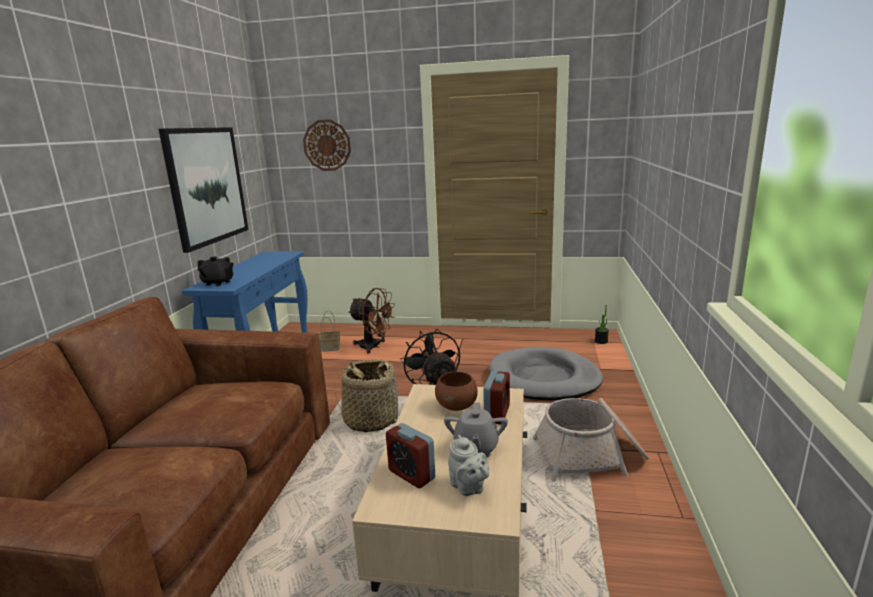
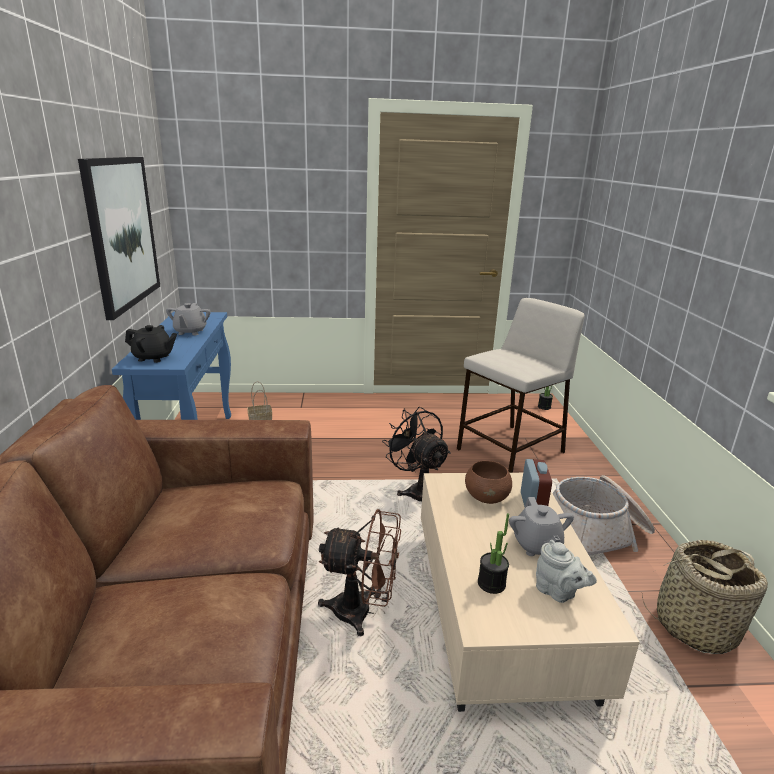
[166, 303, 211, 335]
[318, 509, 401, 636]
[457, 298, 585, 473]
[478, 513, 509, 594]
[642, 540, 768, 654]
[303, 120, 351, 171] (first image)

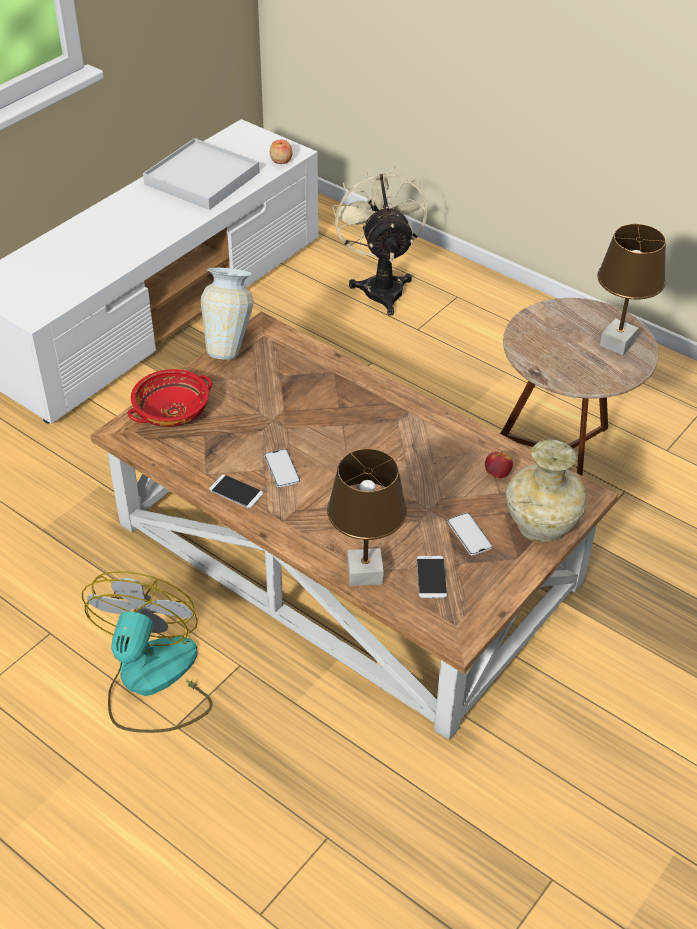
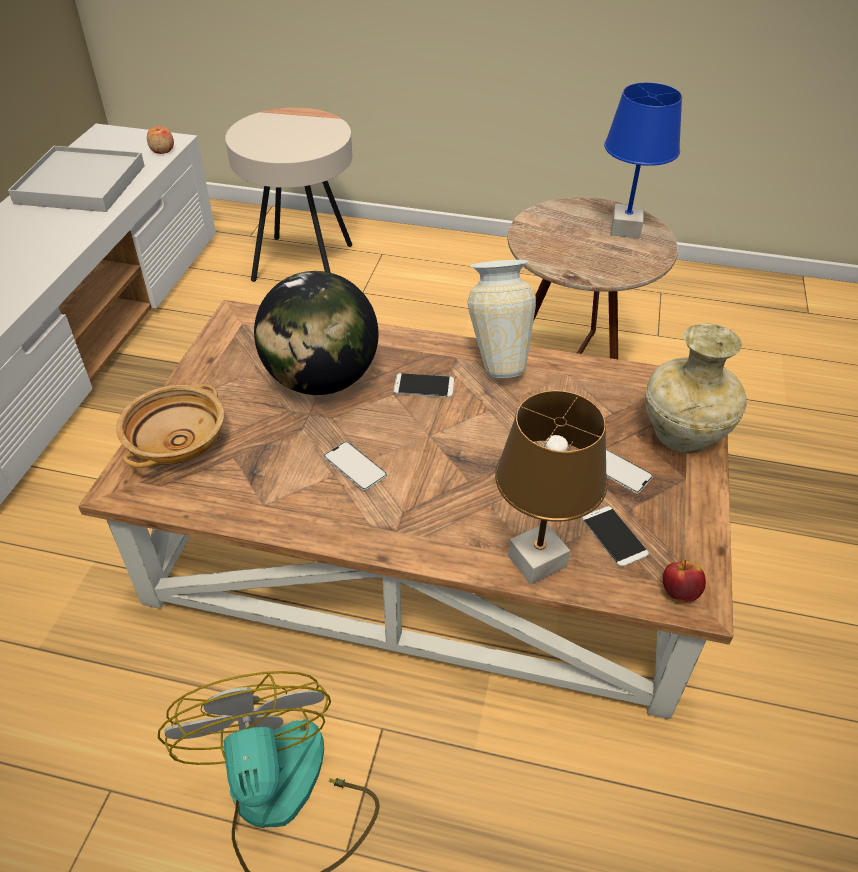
[116, 384, 224, 468]
[225, 108, 352, 282]
[254, 271, 379, 395]
[394, 373, 454, 398]
[467, 260, 536, 378]
[604, 83, 682, 238]
[663, 560, 706, 602]

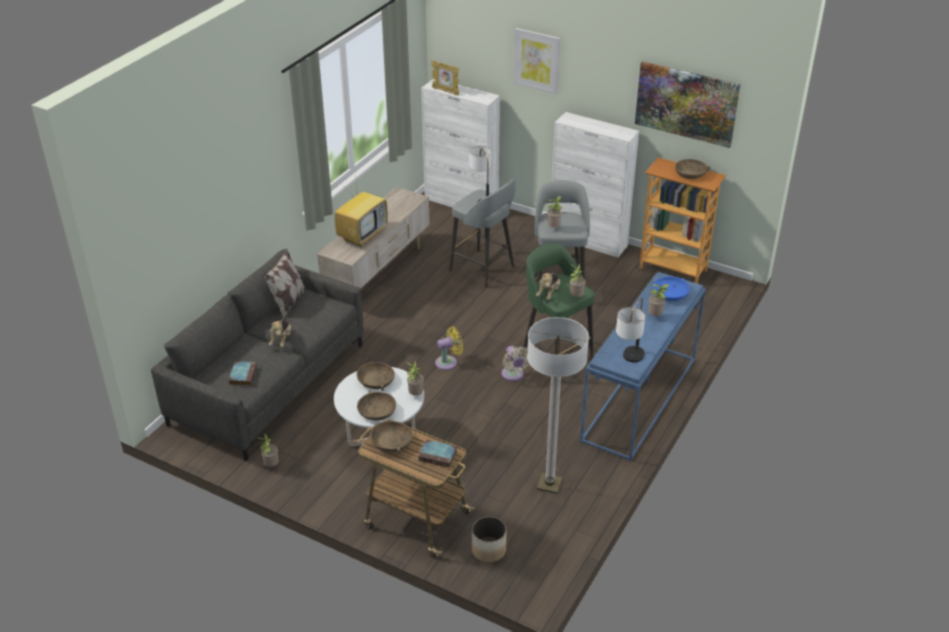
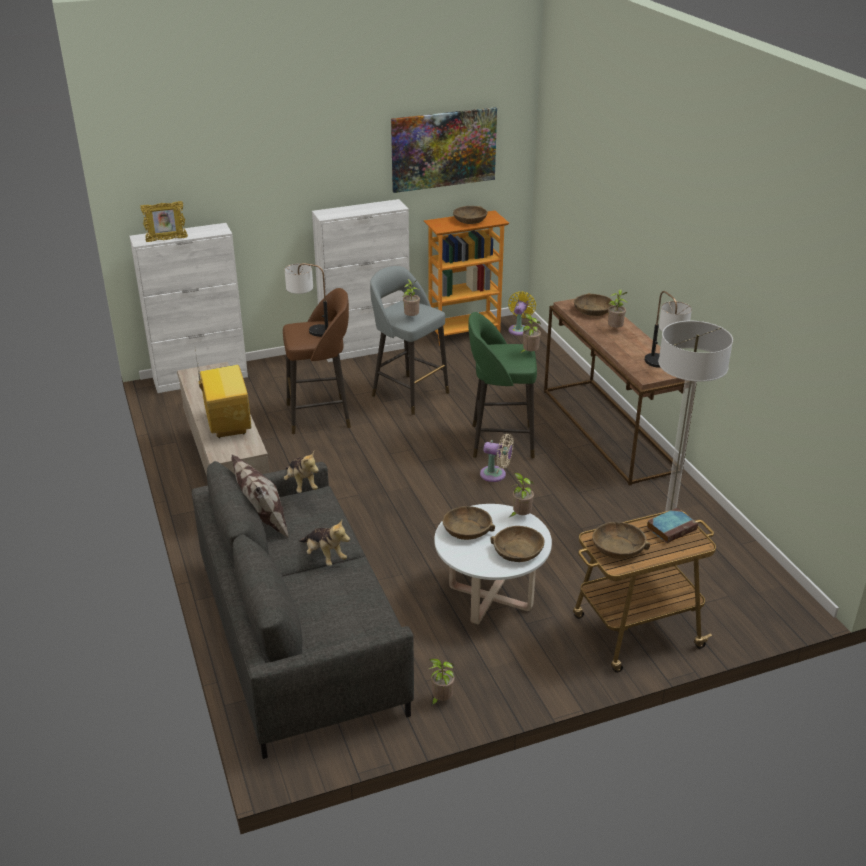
[283, 288, 351, 434]
[284, 452, 319, 493]
[508, 291, 536, 336]
[544, 299, 697, 486]
[574, 293, 613, 316]
[229, 361, 257, 386] (first image)
[472, 516, 506, 562] (first image)
[514, 28, 560, 94] (first image)

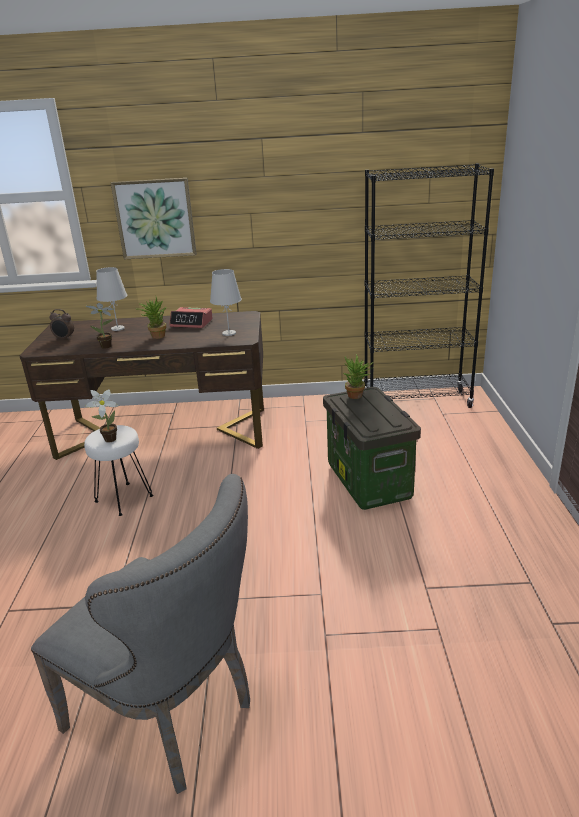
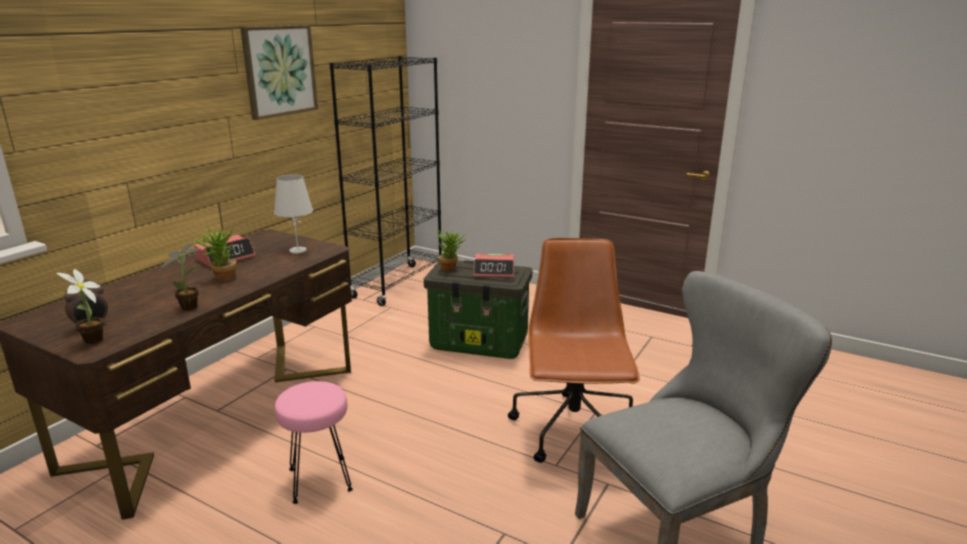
[57, 269, 104, 344]
[240, 25, 318, 120]
[275, 381, 353, 504]
[474, 254, 514, 277]
[508, 238, 640, 463]
[96, 267, 127, 331] (first image)

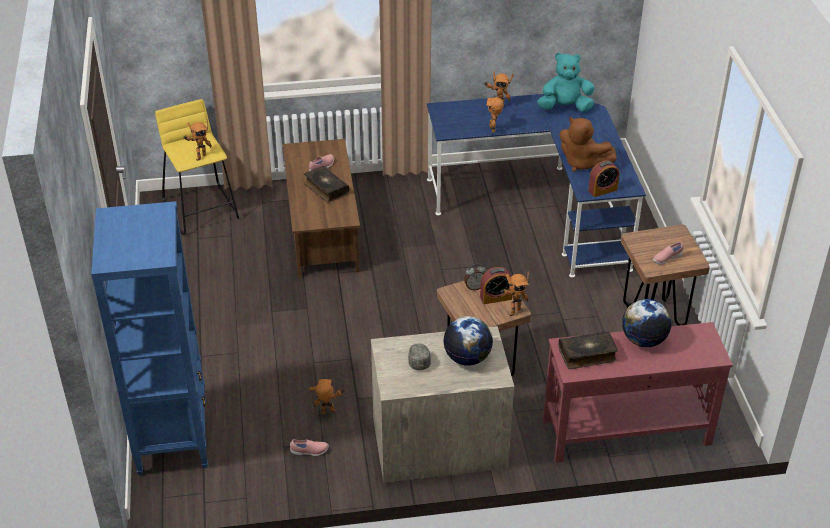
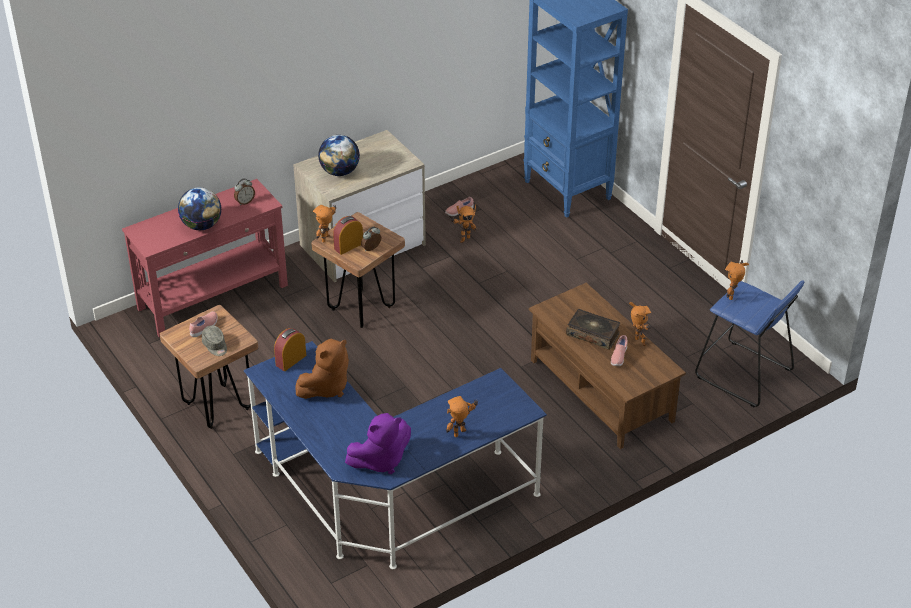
[202, 325, 227, 356]
[234, 178, 255, 206]
[295, 339, 349, 399]
[345, 413, 411, 474]
[629, 302, 651, 346]
[695, 280, 804, 407]

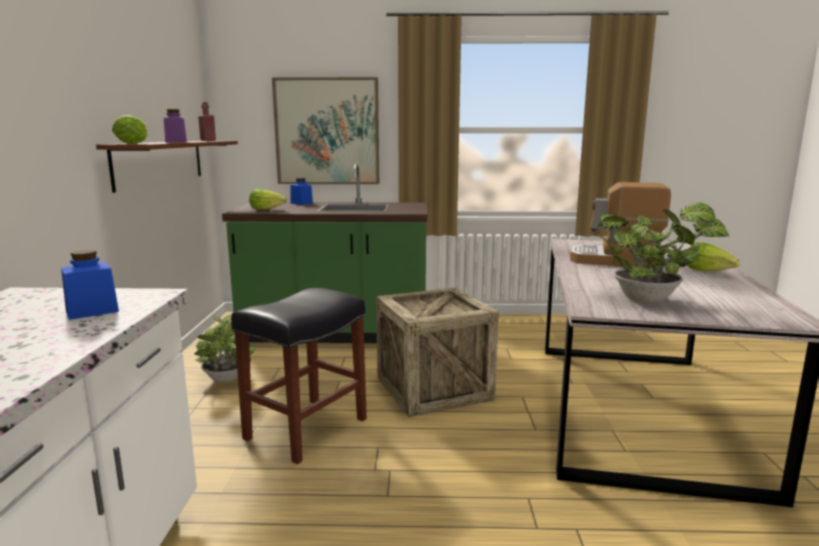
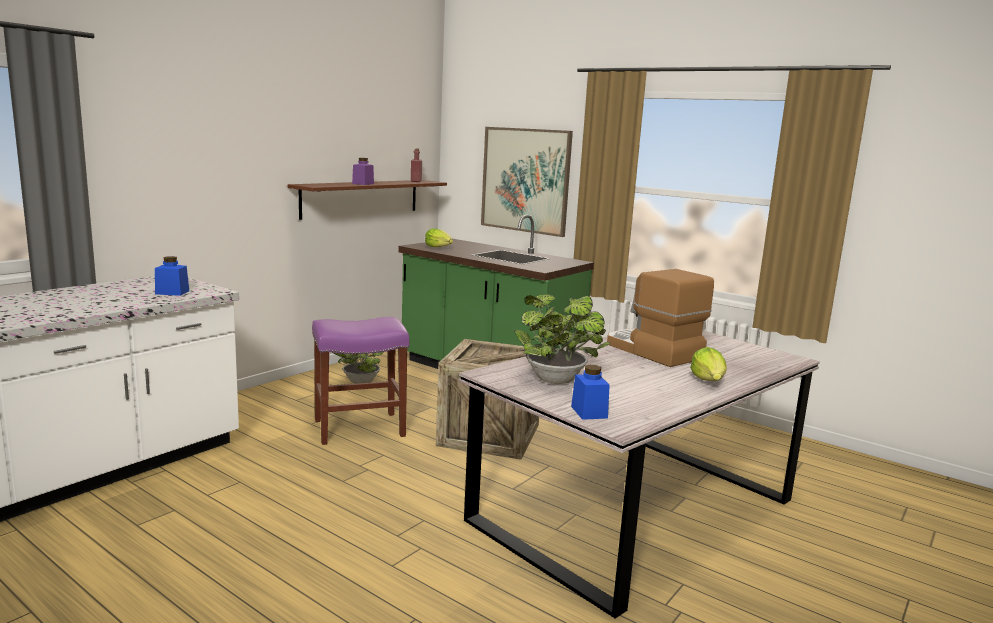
[312, 317, 409, 445]
[571, 365, 610, 420]
[112, 115, 148, 144] (first image)

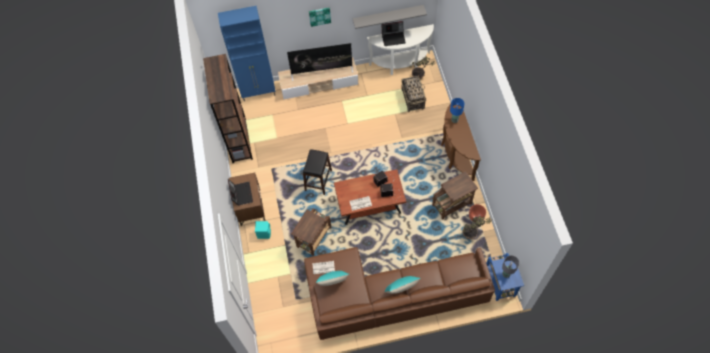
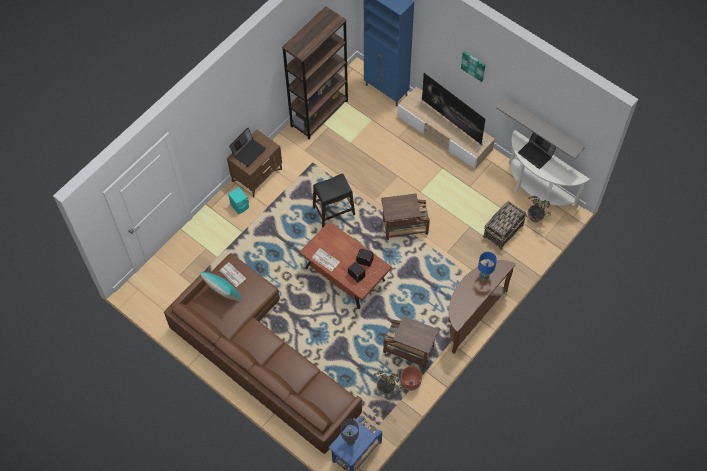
[381, 194, 430, 240]
[385, 276, 420, 294] (first image)

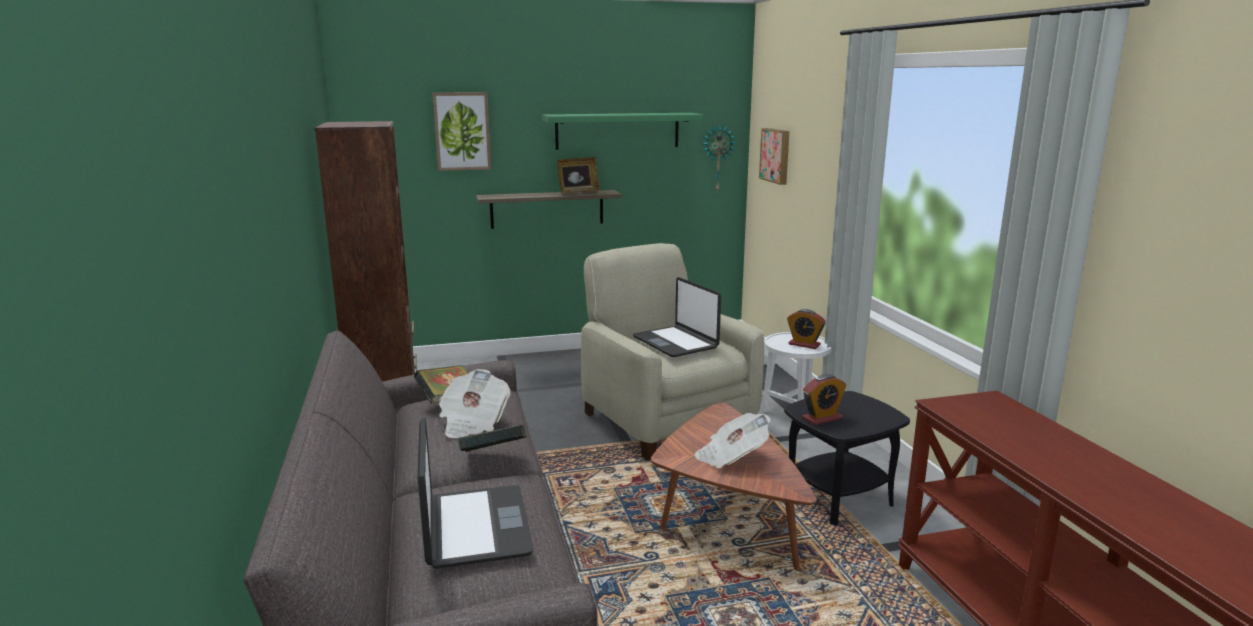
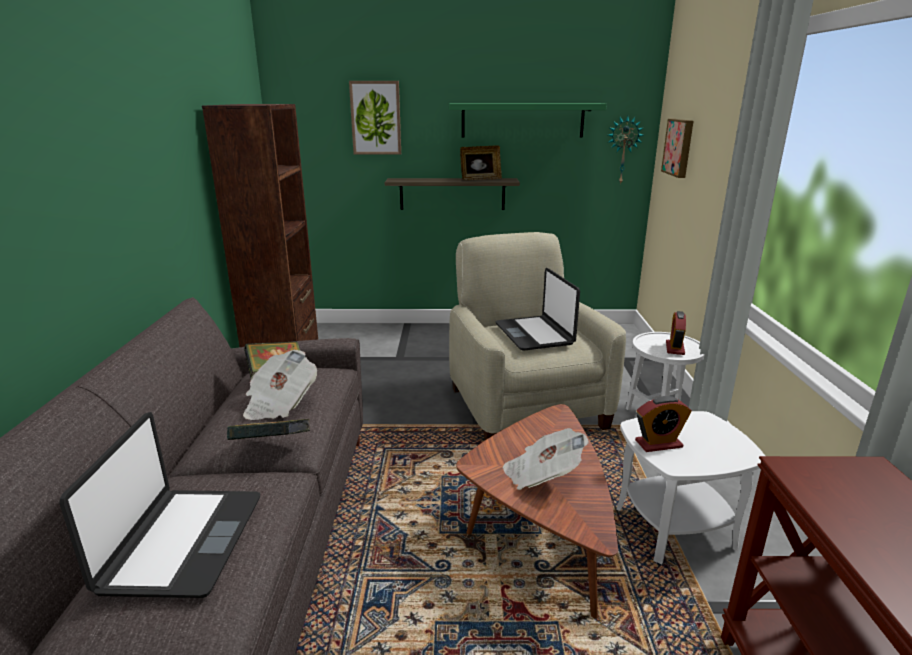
[616, 411, 765, 564]
[666, 311, 686, 355]

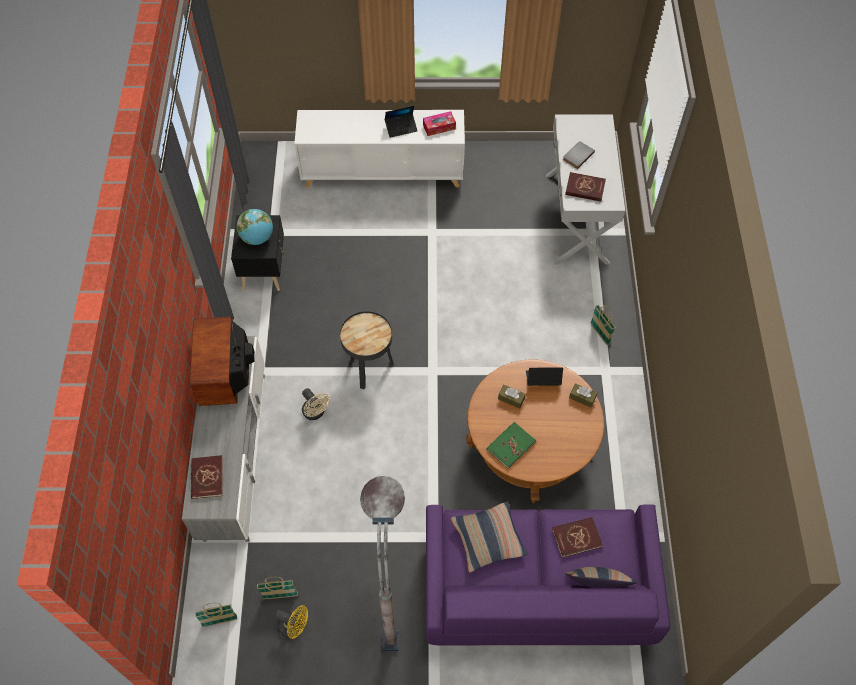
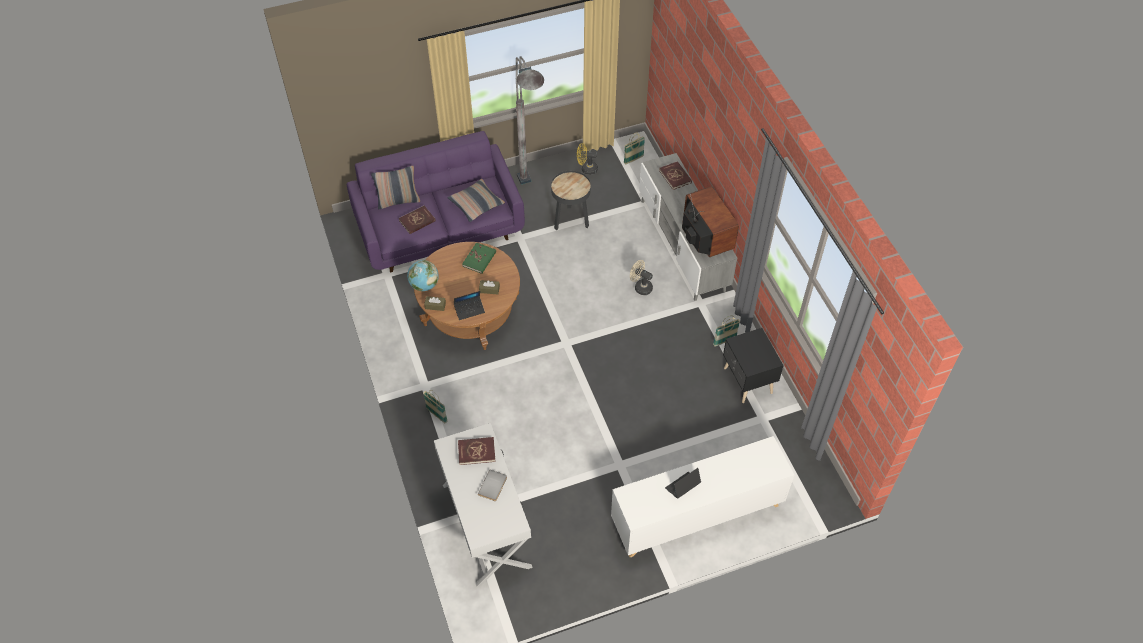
[407, 260, 439, 291]
[551, 170, 591, 230]
[713, 316, 740, 347]
[423, 111, 456, 136] (first image)

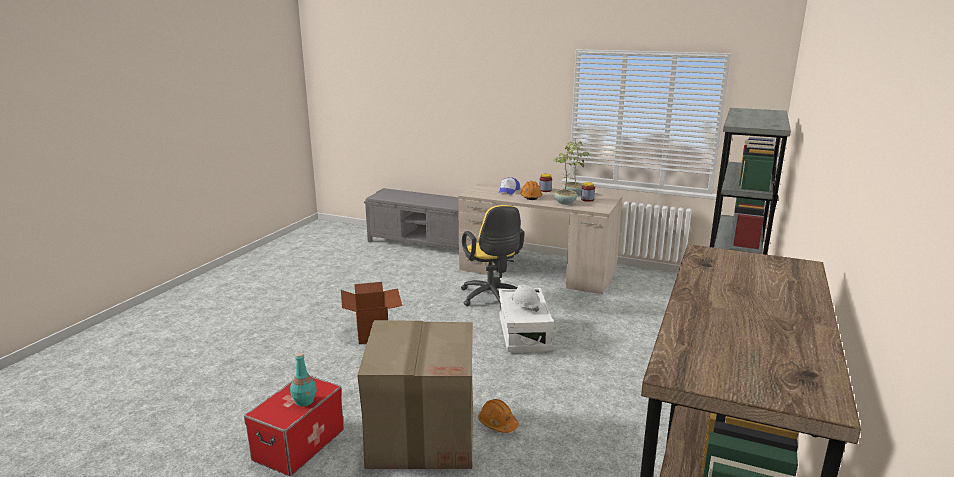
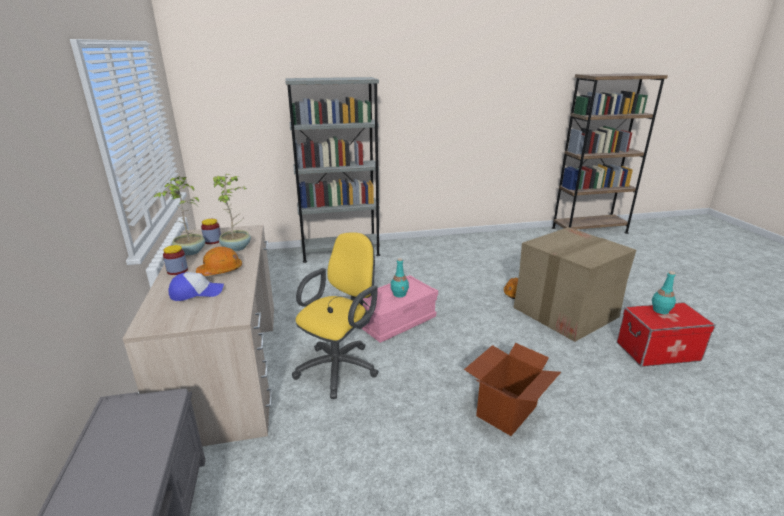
[361, 275, 438, 343]
[391, 258, 409, 297]

